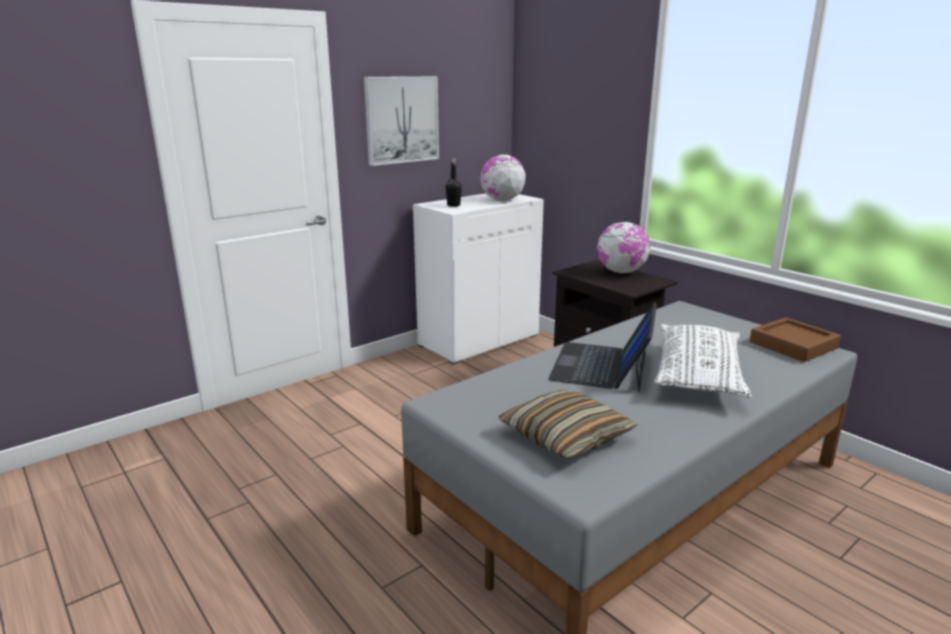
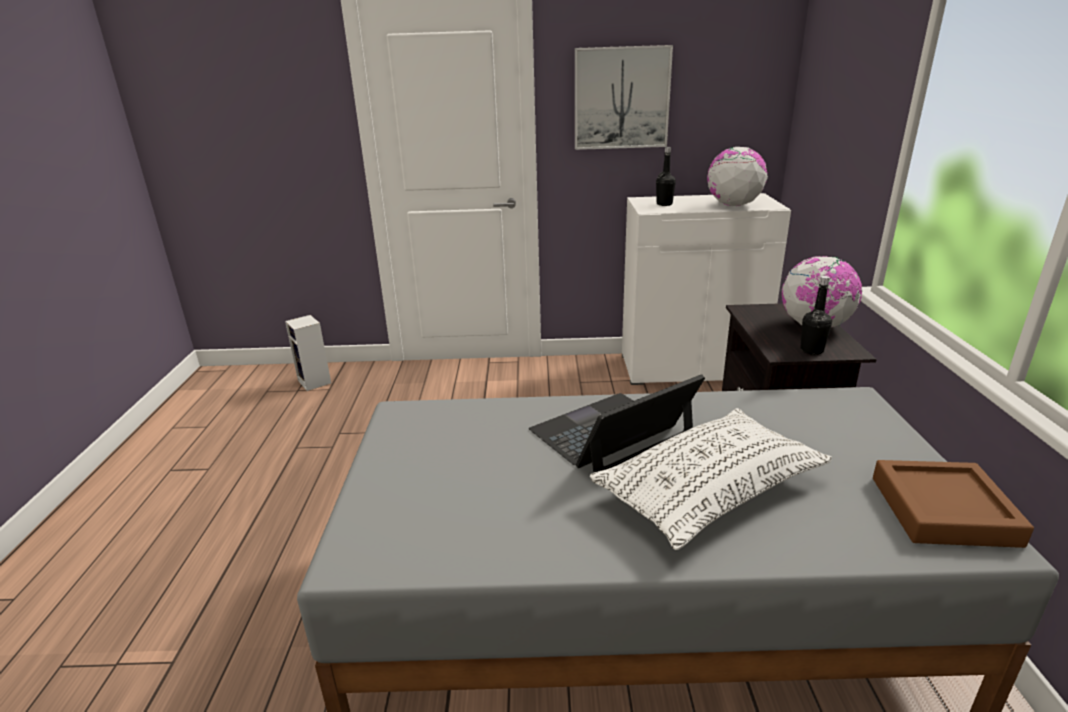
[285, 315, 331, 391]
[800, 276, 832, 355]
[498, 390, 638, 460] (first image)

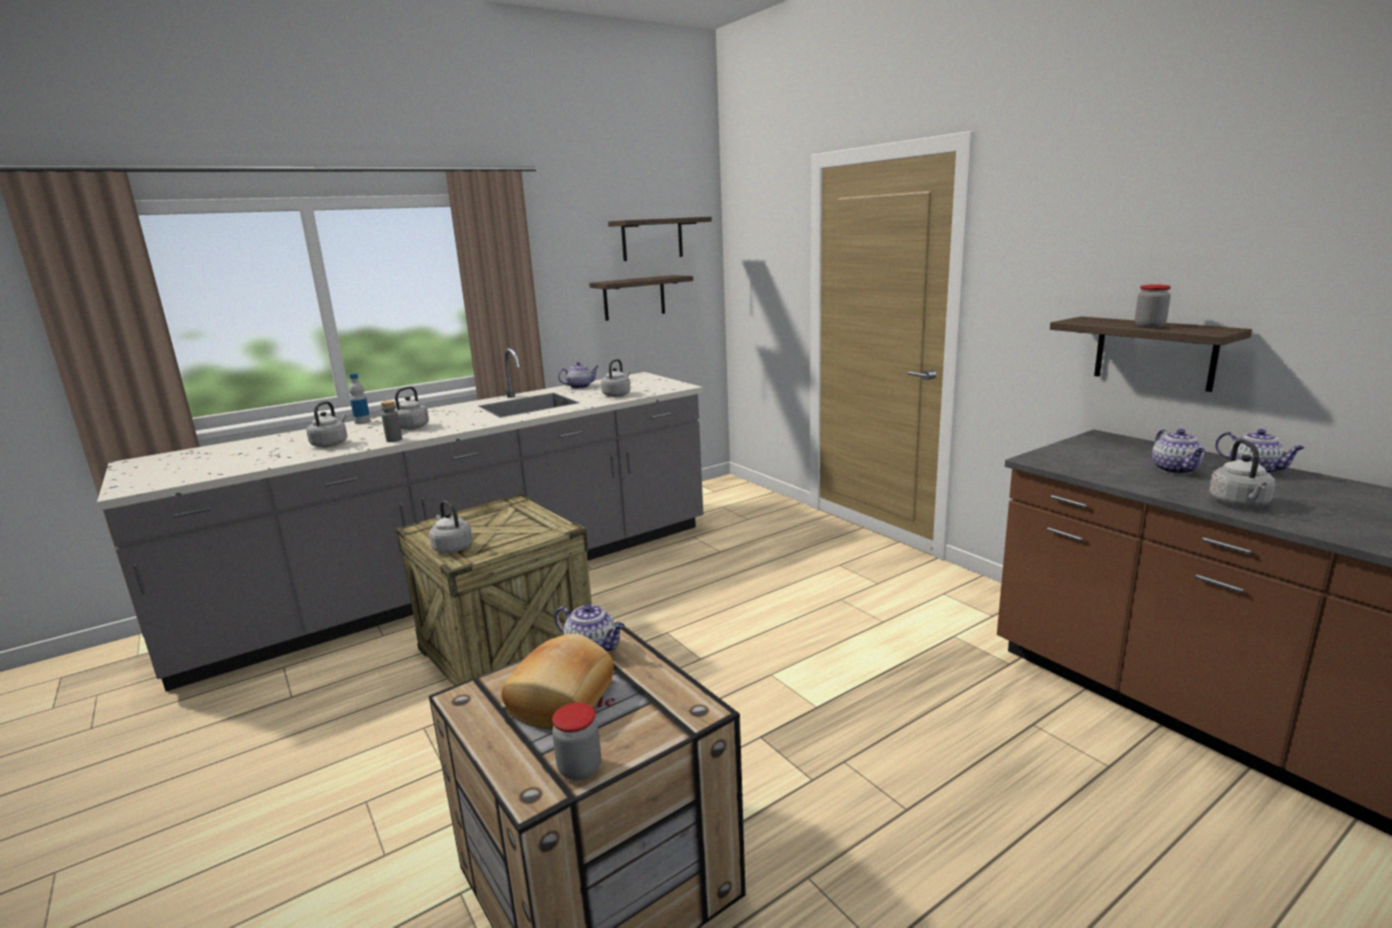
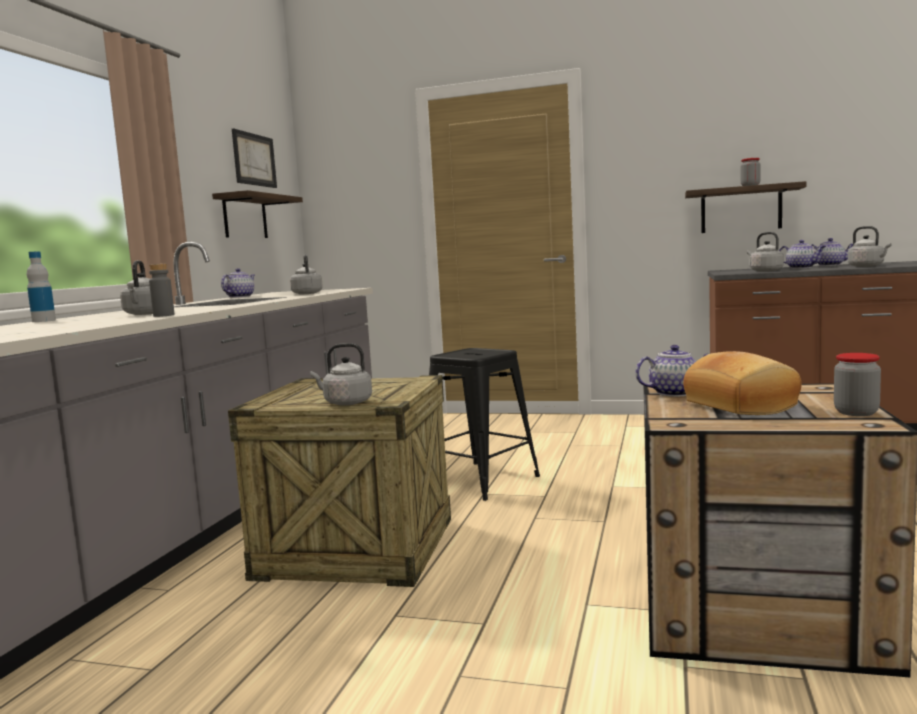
[232, 129, 277, 188]
[429, 348, 540, 501]
[747, 232, 784, 272]

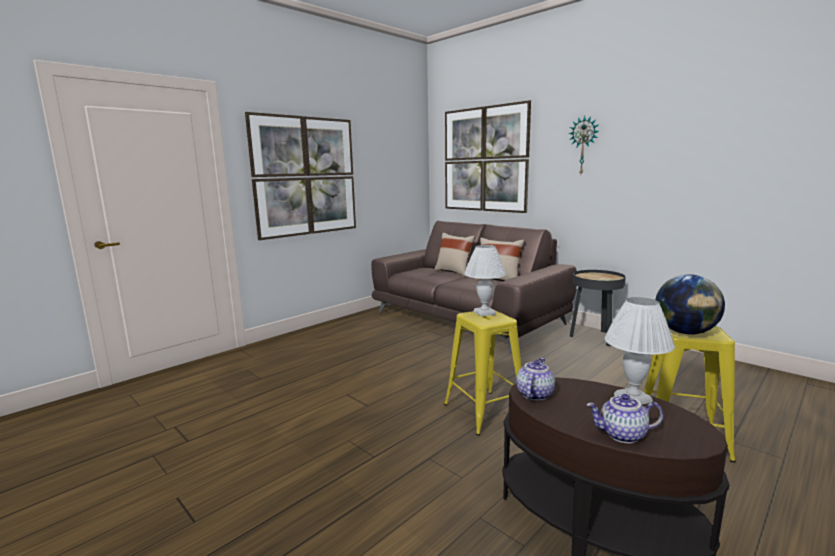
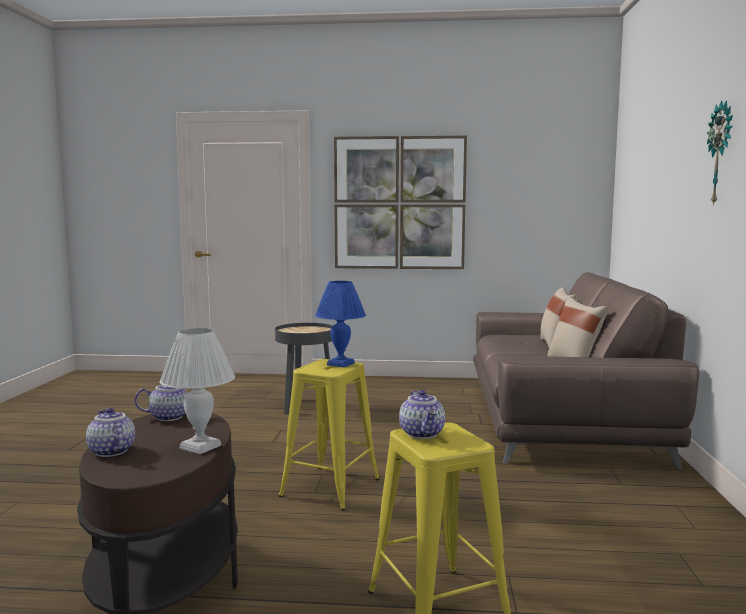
[275, 323, 332, 415]
[315, 281, 366, 367]
[399, 390, 445, 439]
[445, 100, 531, 213] (first image)

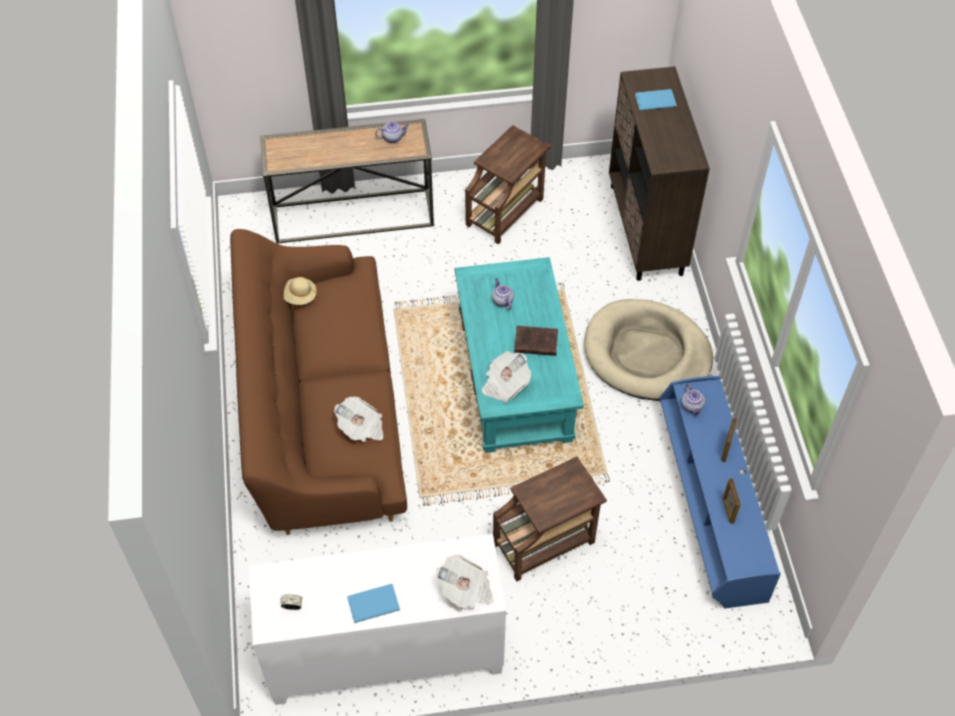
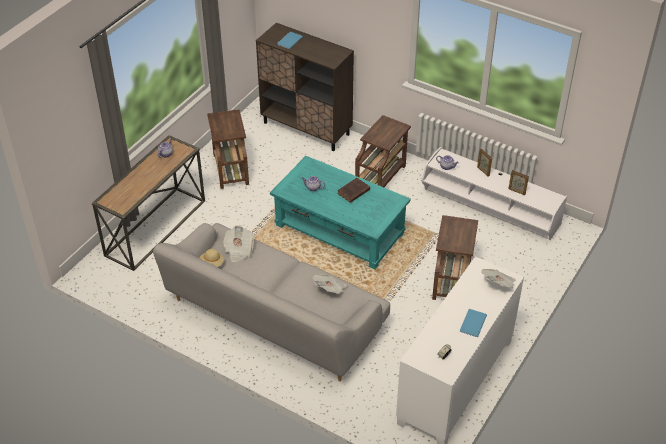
[153, 223, 390, 381]
[223, 225, 254, 262]
[355, 115, 411, 187]
[422, 147, 567, 240]

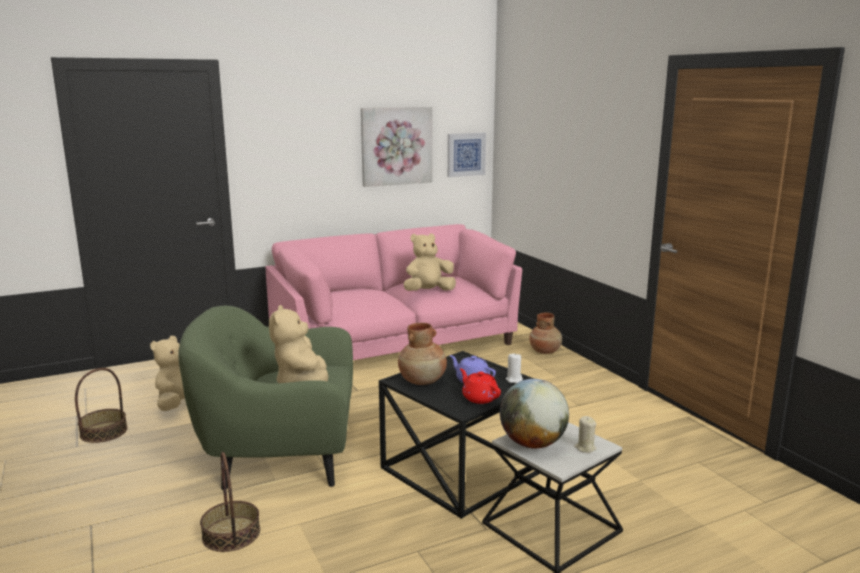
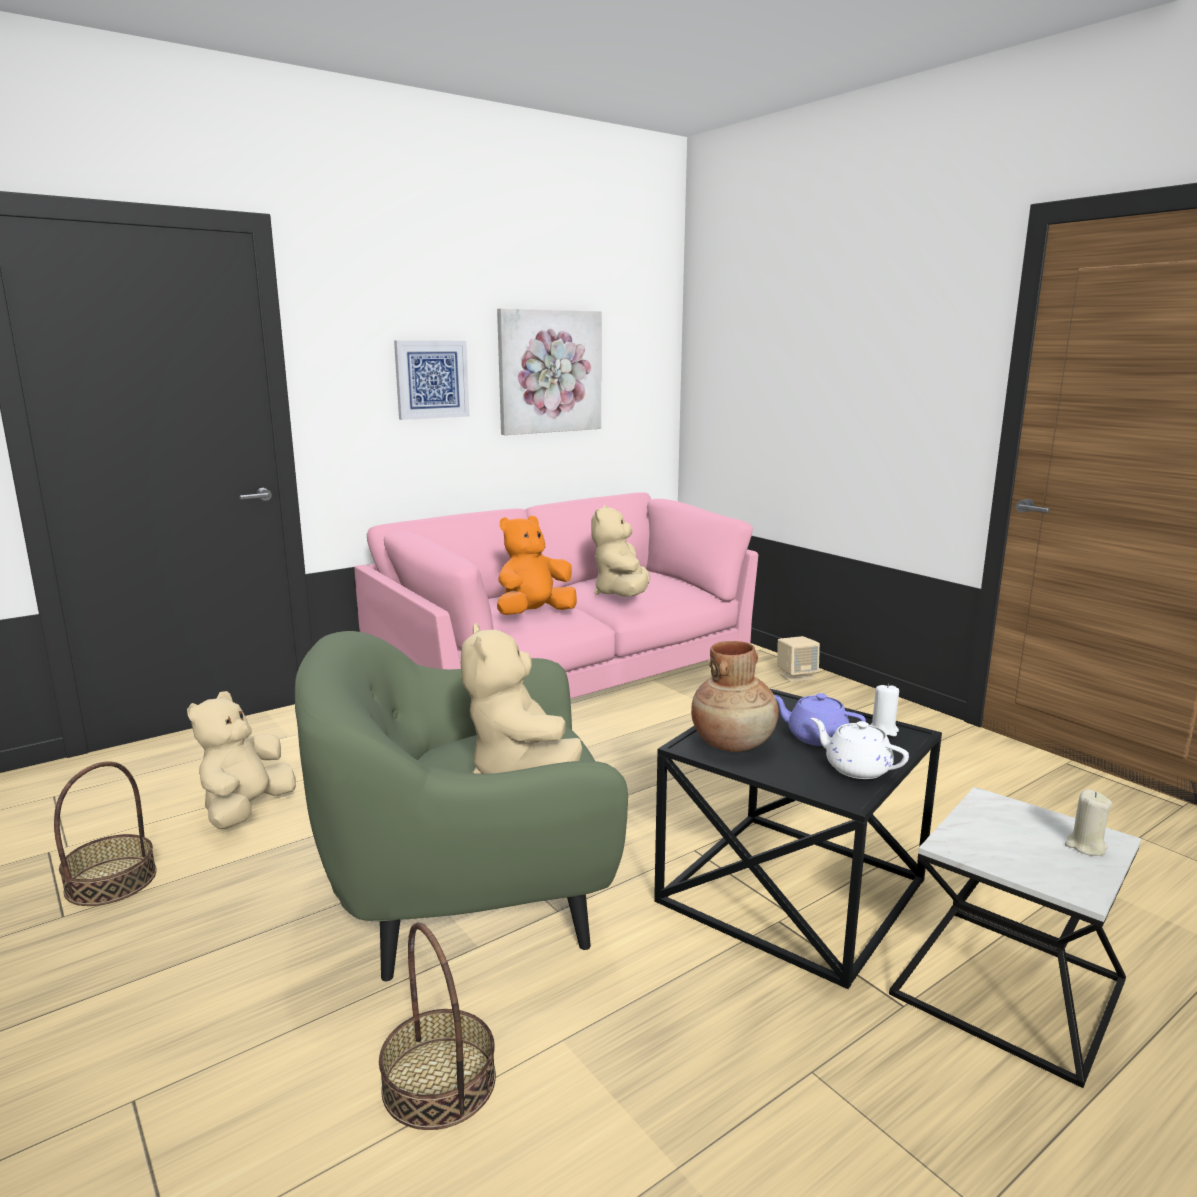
[394, 340, 469, 420]
[497, 516, 577, 615]
[591, 505, 650, 597]
[777, 636, 820, 682]
[811, 718, 909, 779]
[500, 379, 569, 448] (first image)

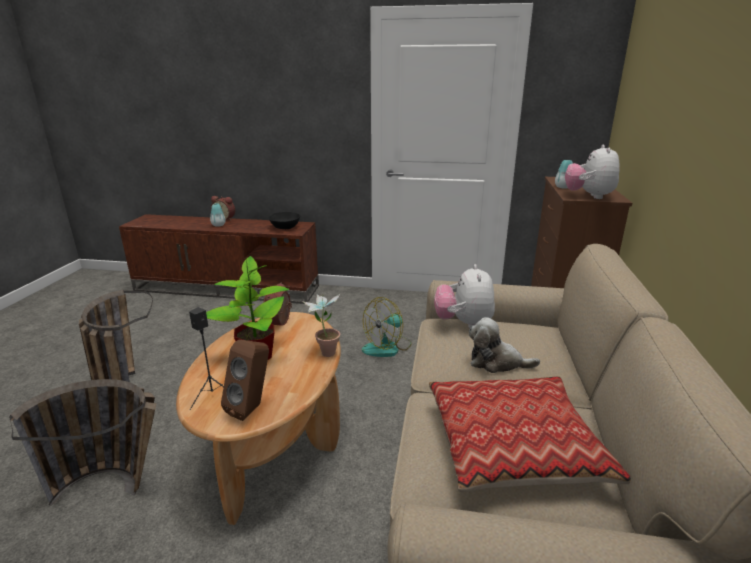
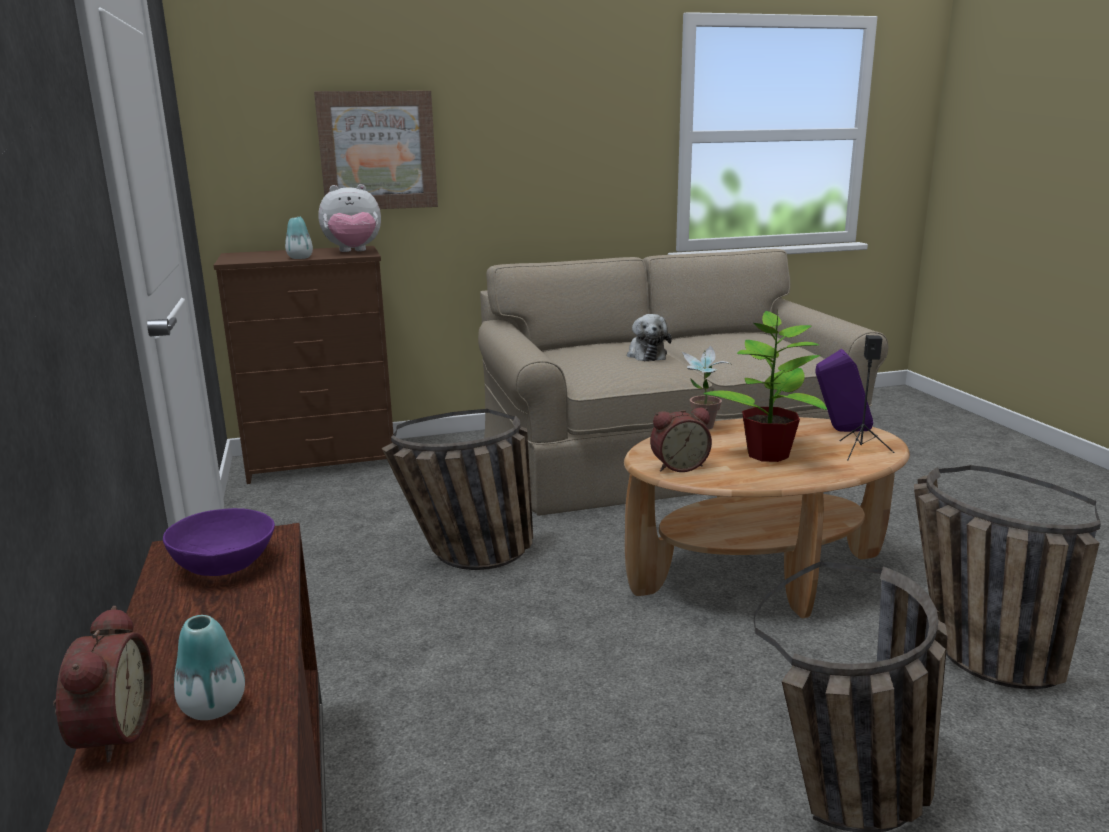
[163, 508, 275, 576]
[314, 91, 438, 209]
[381, 409, 533, 570]
[815, 349, 873, 432]
[429, 376, 631, 492] (first image)
[434, 264, 495, 328] (first image)

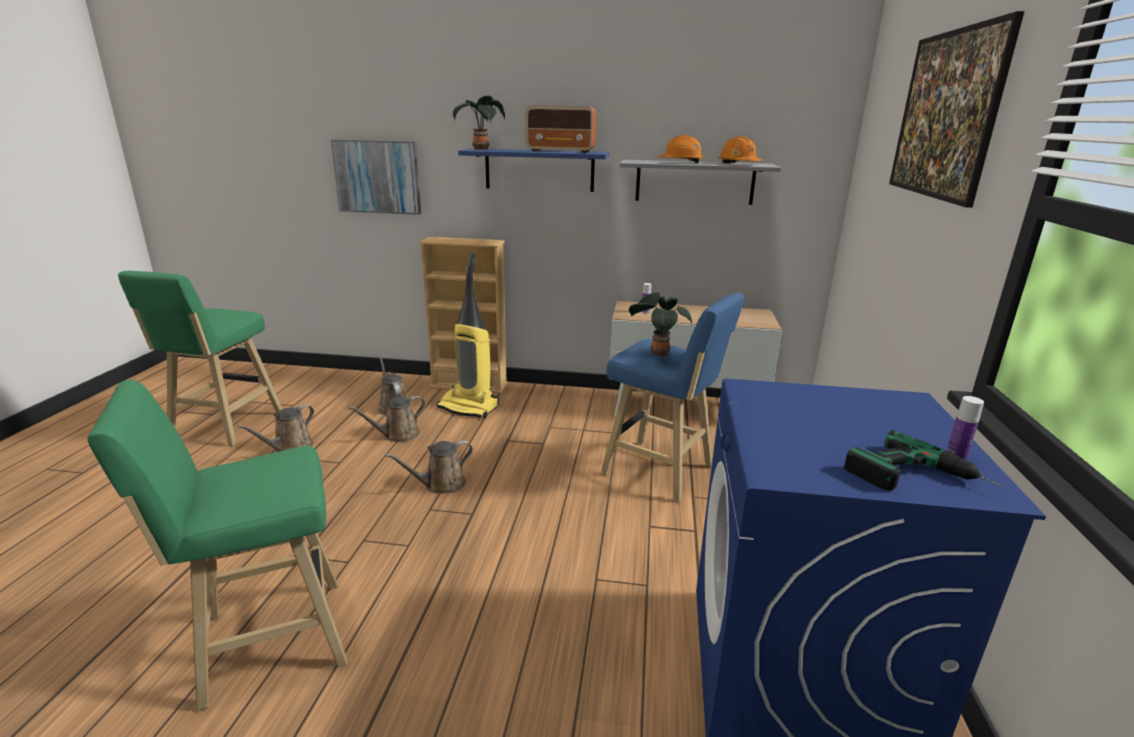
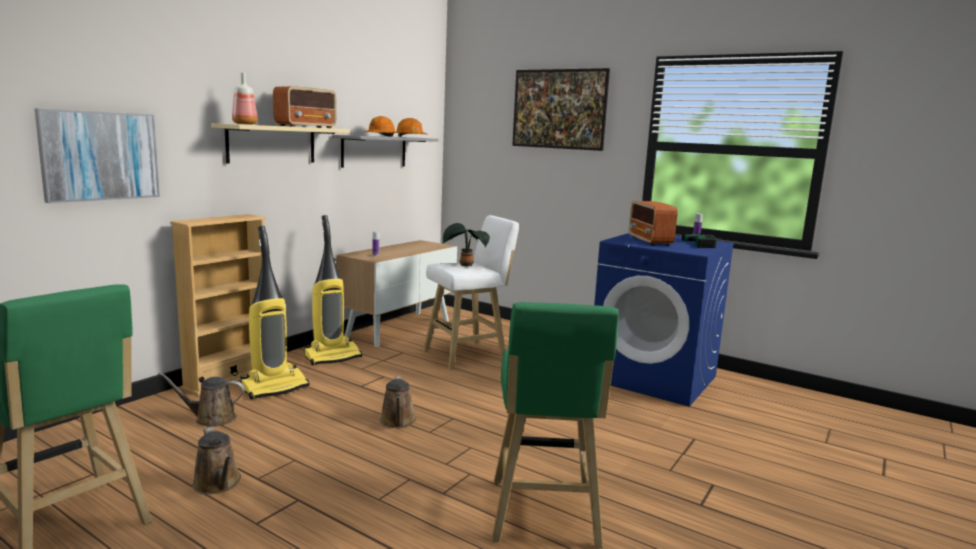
[211, 123, 350, 164]
[232, 73, 258, 125]
[304, 215, 362, 365]
[423, 215, 519, 370]
[629, 201, 678, 245]
[348, 396, 425, 442] (first image)

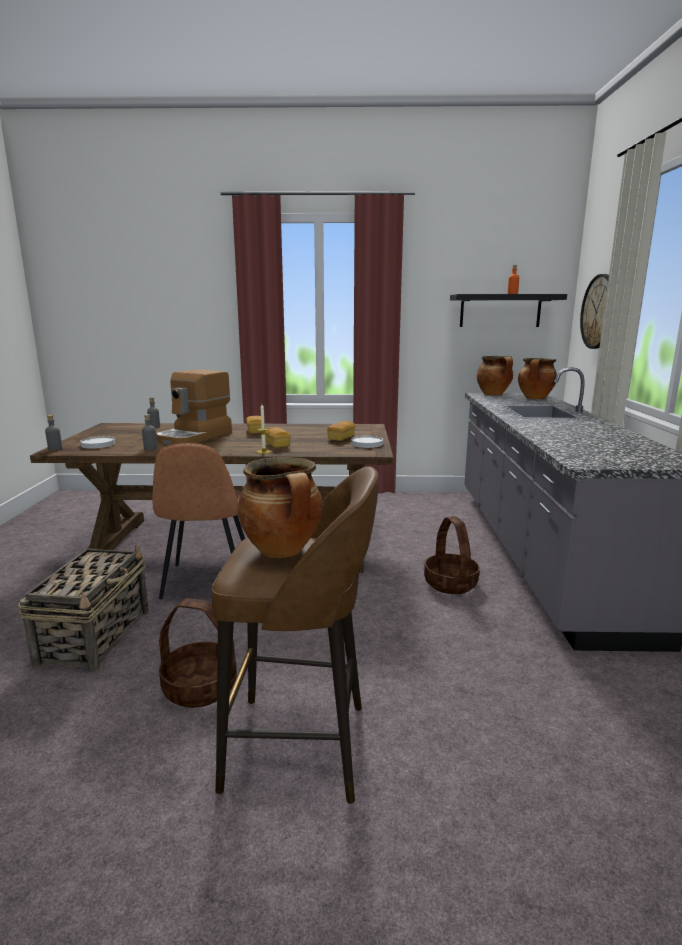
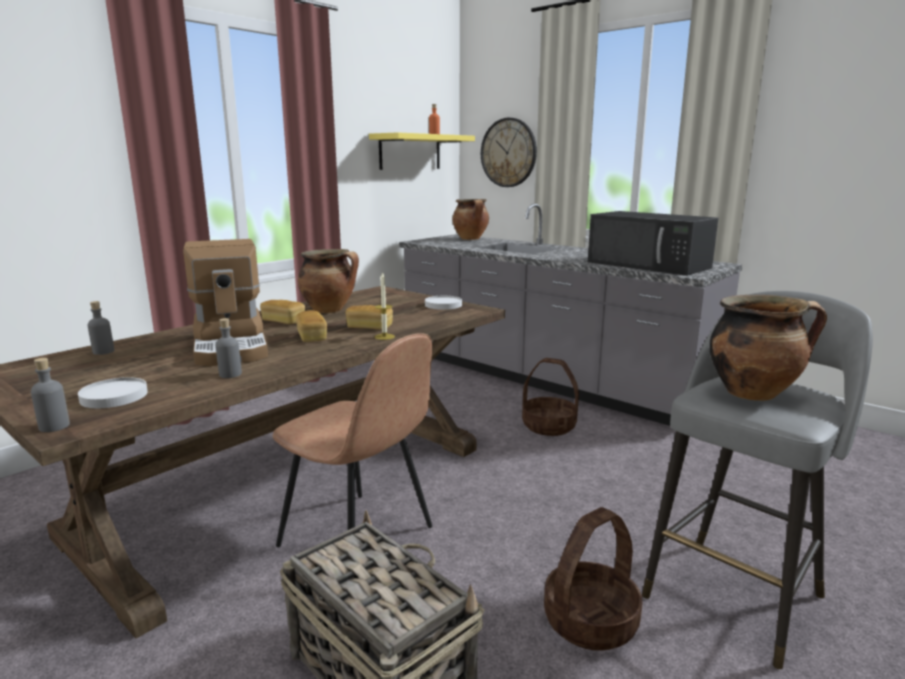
[296, 310, 327, 342]
[298, 249, 359, 313]
[369, 132, 475, 170]
[588, 211, 718, 276]
[642, 291, 873, 669]

